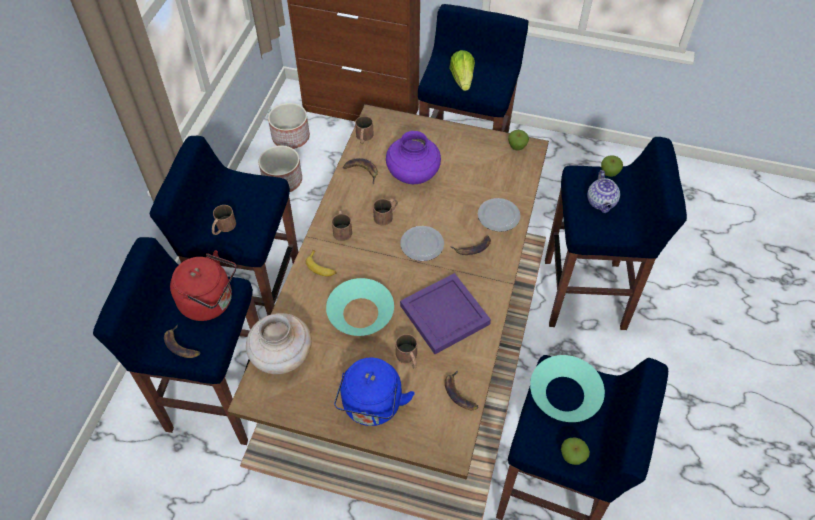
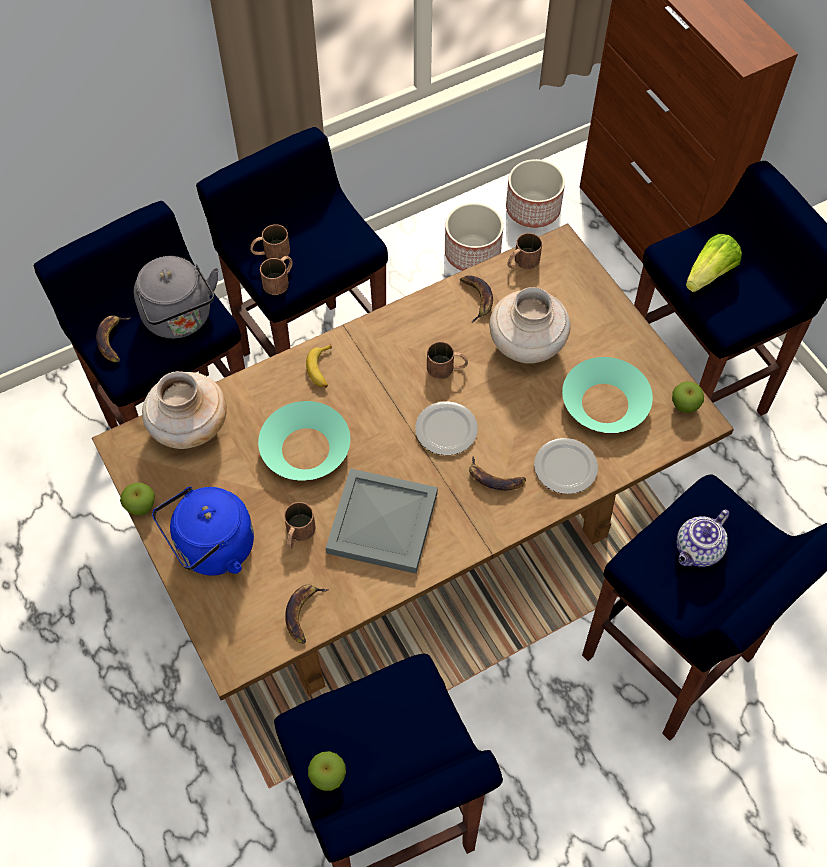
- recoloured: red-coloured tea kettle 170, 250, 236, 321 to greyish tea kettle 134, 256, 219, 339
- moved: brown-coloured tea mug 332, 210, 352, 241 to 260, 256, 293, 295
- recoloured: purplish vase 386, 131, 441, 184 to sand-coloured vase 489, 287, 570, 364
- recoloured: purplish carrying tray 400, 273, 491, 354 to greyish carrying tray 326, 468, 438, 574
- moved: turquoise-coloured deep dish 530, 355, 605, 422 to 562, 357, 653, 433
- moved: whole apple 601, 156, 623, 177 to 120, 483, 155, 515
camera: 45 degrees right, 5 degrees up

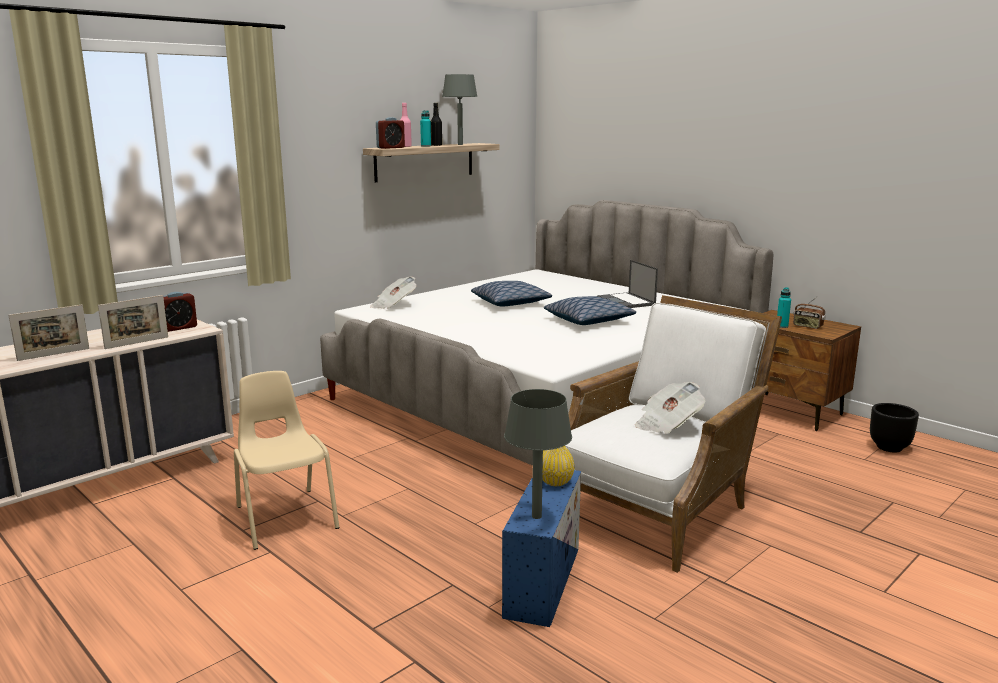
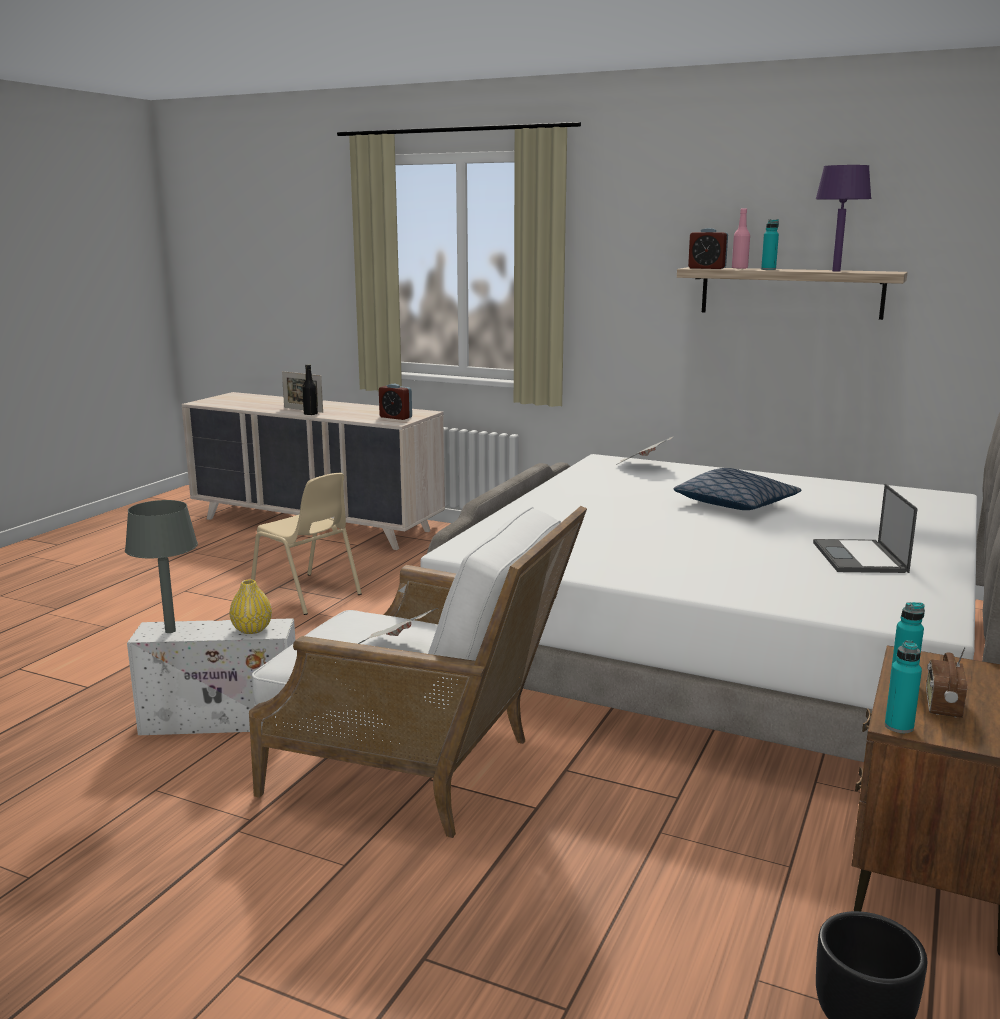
- removed: photo frame 98, 295, 168, 349
- turned: sand-coloured chair 234, 371, 339, 550 = 251, 473, 362, 615 90 degrees clockwise
- moved: blackish bottle 431, 103, 442, 146 to 302, 364, 318, 415
- recoloured: greyish tabletop lamp 442, 74, 477, 145 to purplish tabletop lamp 816, 165, 872, 271
- recoloured: blue-coloured storage box 502, 470, 581, 627 to white-coloured storage box 127, 618, 295, 735
- removed: throw pillow 544, 296, 636, 325
- turned: portable computer 597, 260, 658, 308 = 813, 484, 918, 573 45 degrees counterclockwise
- added: turquoise-coloured bottle 885, 640, 922, 733
camera: 70 degrees right, 0 degrees up

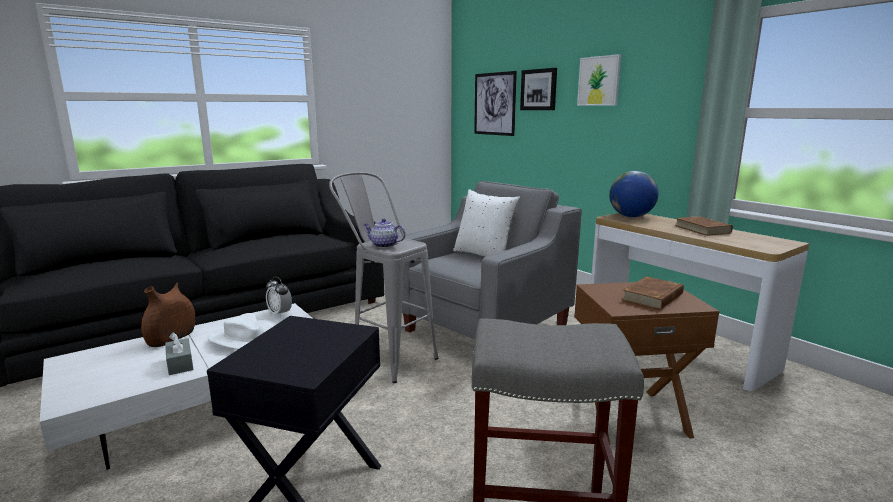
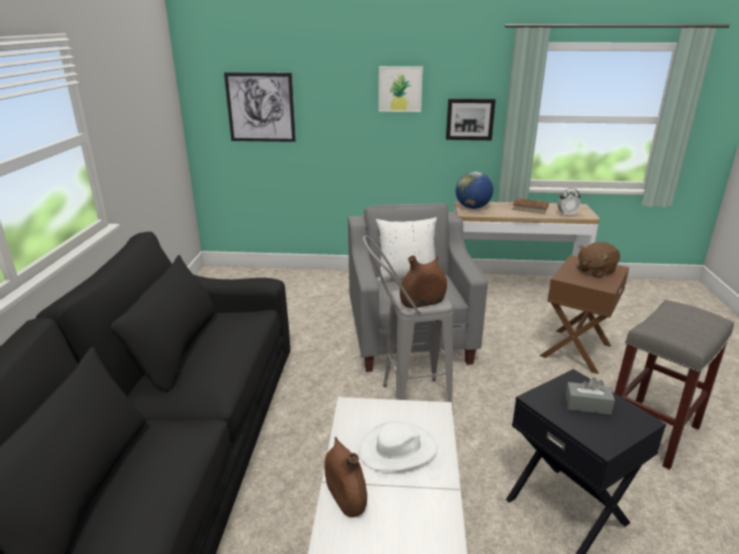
- moved: greyish tissue box 165, 332, 194, 375 to 565, 377, 615, 415
- moved: table clock 266, 277, 292, 317 to 558, 188, 581, 216
- replaced: tea pot 363, 219, 406, 248 to brown-coloured vase 400, 256, 447, 308
- moved: wall picture 520, 68, 557, 110 to 446, 98, 496, 140
- replaced: brown-coloured bound book 622, 276, 684, 310 to brown-coloured soft toy 578, 242, 620, 278
camera: 50 degrees left, 10 degrees up

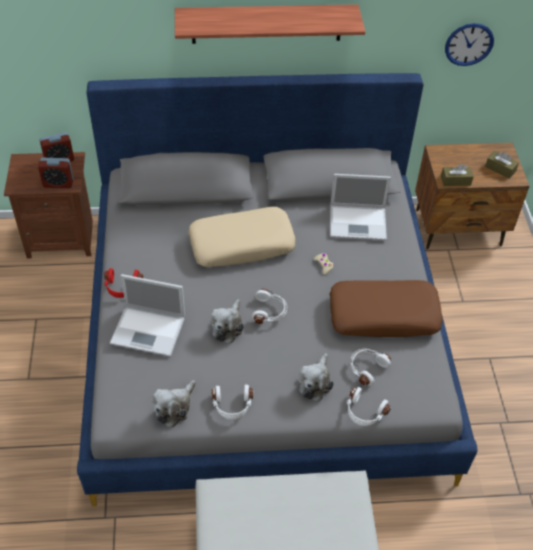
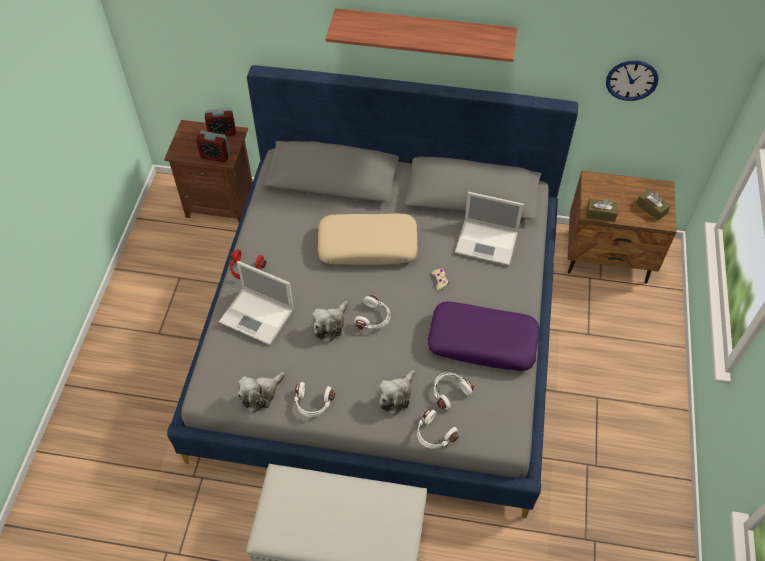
- recoloured: brown-coloured throw pillow 329, 280, 443, 337 to purplish throw pillow 428, 301, 540, 371
camera: 15 degrees right, 5 degrees up

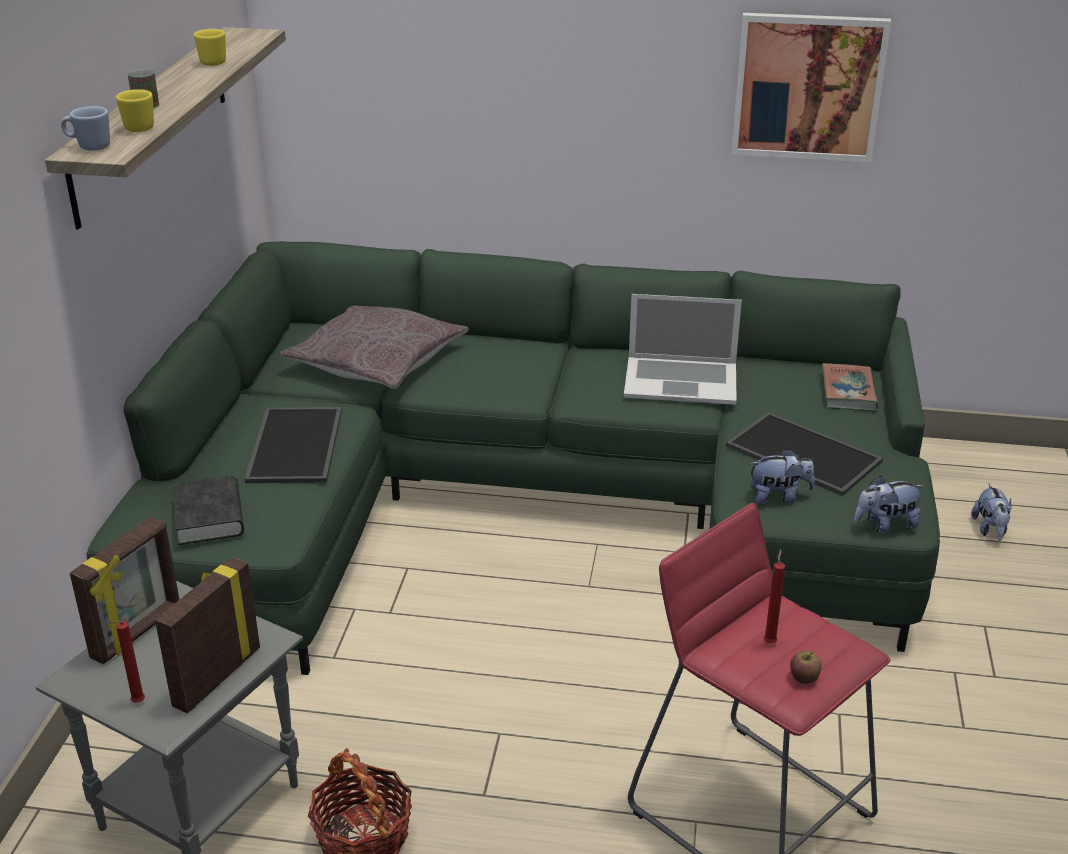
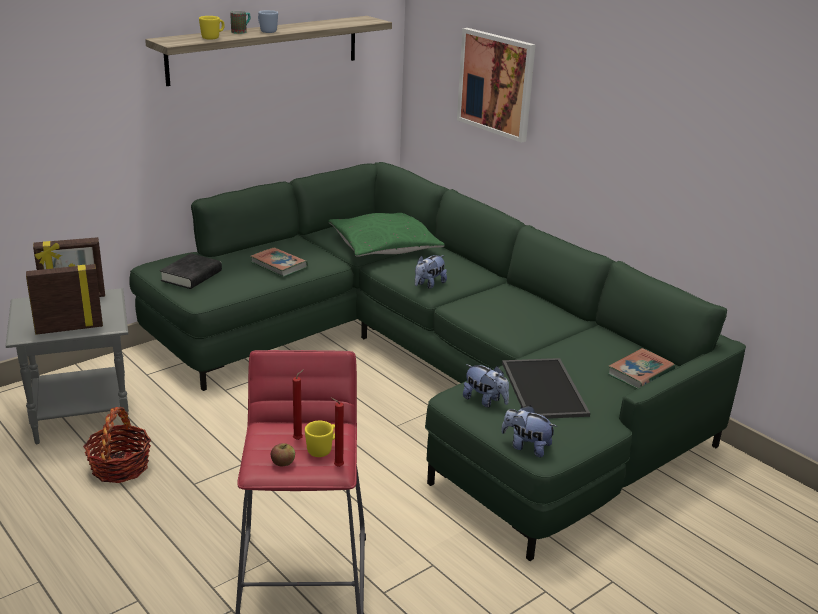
- moved: blue-coloured tea mug 61, 106, 110, 151 to 258, 10, 278, 33
- moved: red-coloured wax light 110, 621, 145, 703 to 331, 398, 344, 467
- moved: yellowish tea mug 194, 29, 226, 66 to 305, 421, 335, 457
- replaced: carrying tray 244, 407, 342, 483 to bound book 250, 247, 308, 277
- recoloured: greyish throw pillow 279, 306, 469, 389 to green-coloured throw pillow 329, 213, 445, 257
- removed: portable computer 624, 294, 742, 405
- moved: wall picture 731, 13, 891, 162 to 457, 28, 535, 143
- moved: soft toy 971, 484, 1011, 541 to 415, 255, 447, 289
camera: 40 degrees right, 5 degrees down

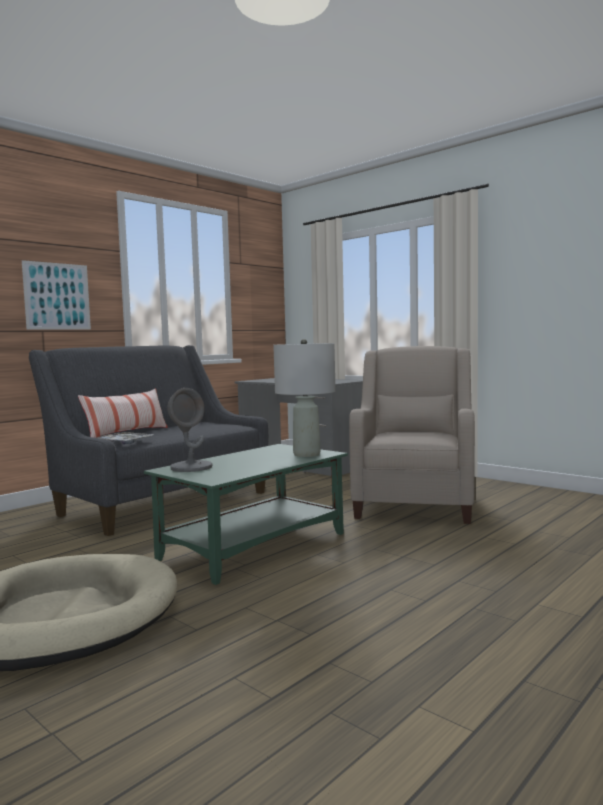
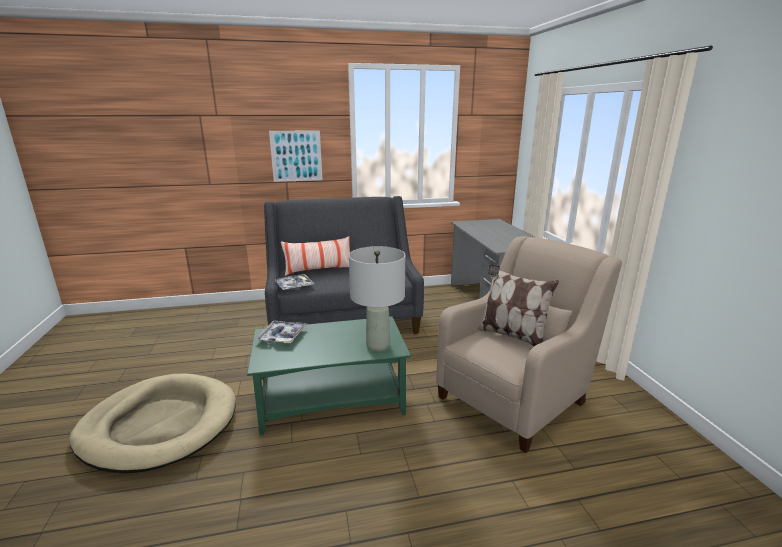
- replaced: greyish tabletop lamp 167, 388, 213, 472 to carrying tray 256, 321, 307, 344
- added: throw pillow 477, 264, 559, 346
camera: 35 degrees right, 15 degrees up

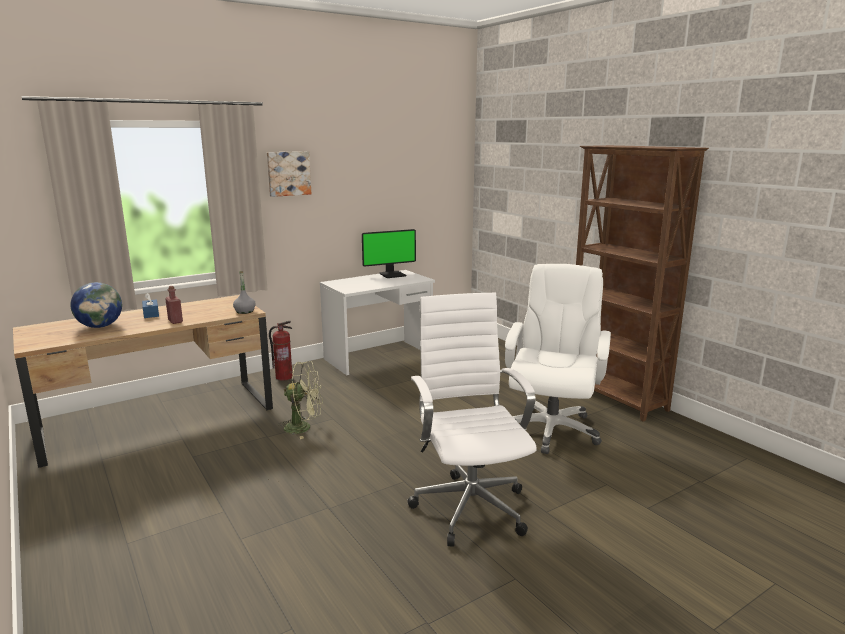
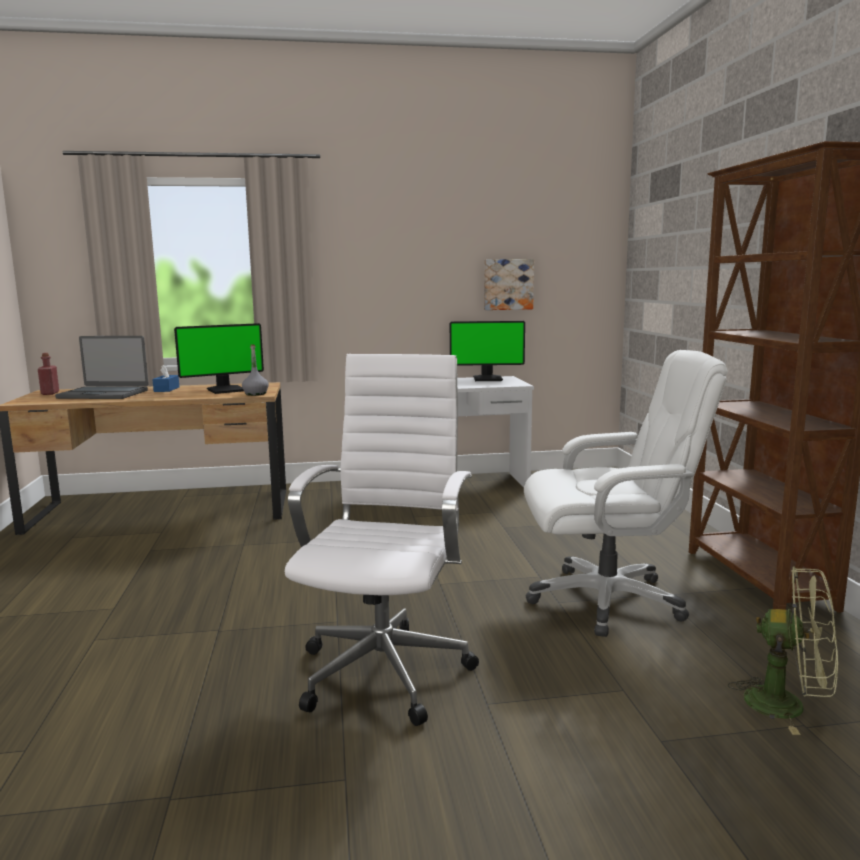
- replaced: globe 70, 282, 122, 328 to portable computer 55, 336, 149, 399
- moved: red-coloured bottle 165, 286, 183, 324 to 38, 353, 59, 395
- moved: wall picture 267, 151, 311, 197 to 484, 259, 534, 310
- removed: fire-fighting cylinder 269, 321, 292, 381
- moved: green-coloured cooling fan 278, 362, 323, 439 to 728, 566, 838, 735
- turned: white-coloured office chair 505, 264, 611, 454 = 524, 350, 728, 637 45 degrees clockwise
- added: computer display 174, 323, 264, 394
camera: 25 degrees right, 5 degrees down

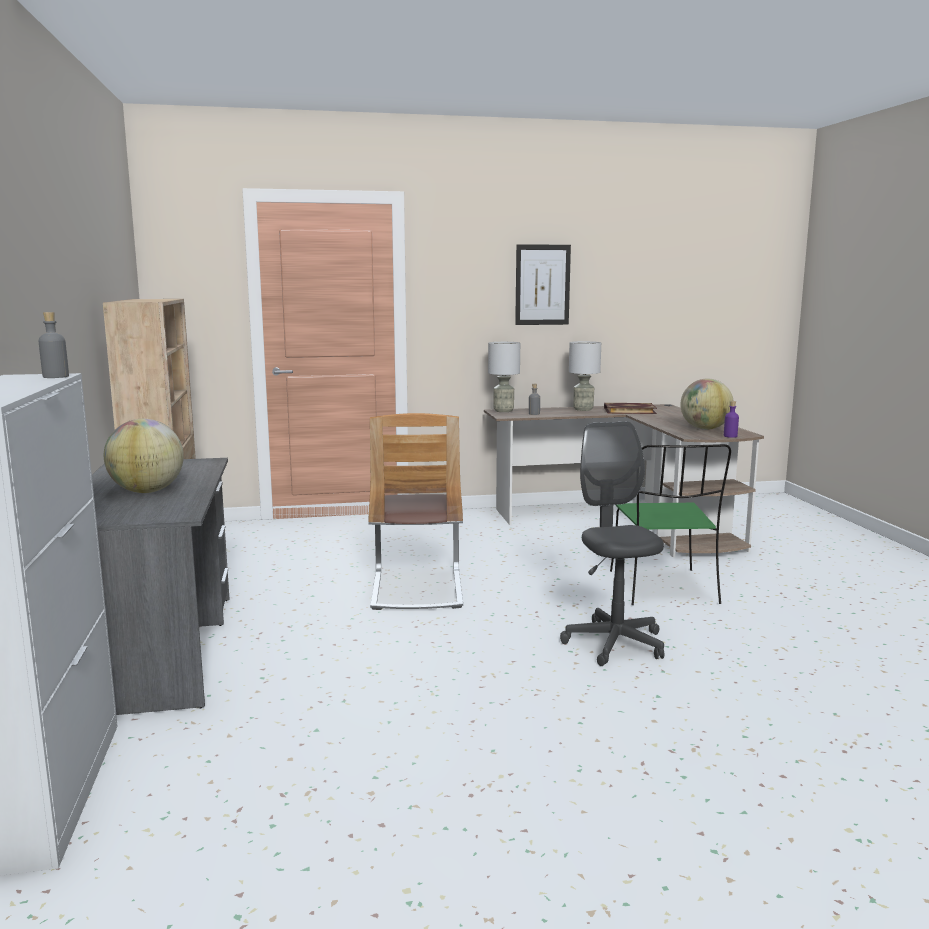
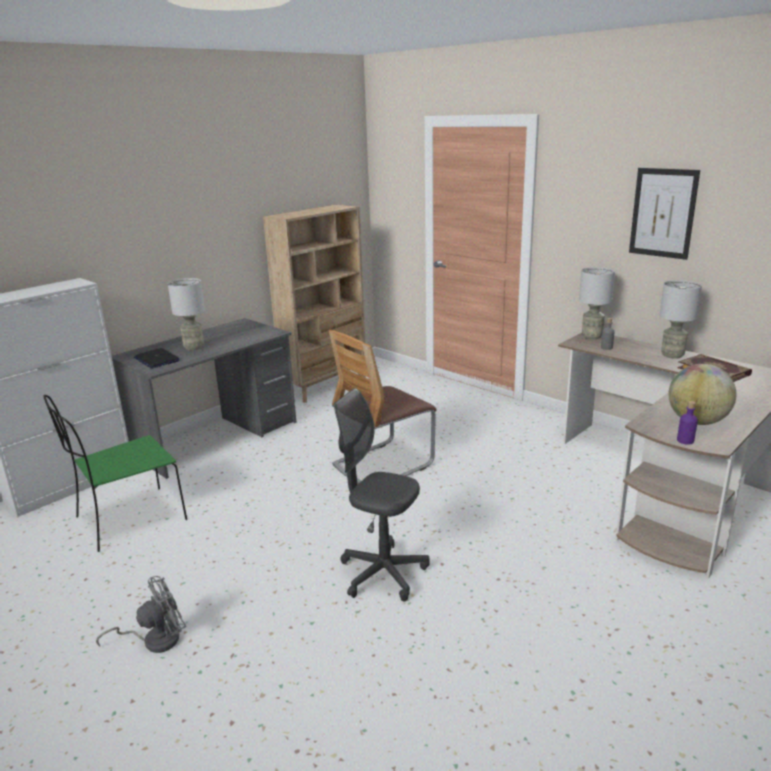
- removed: greyish bottle 39, 312, 69, 378
- replaced: globe 104, 419, 184, 493 to greyish tabletop lamp 168, 278, 205, 350
- turned: greyish office chair 560, 422, 664, 666 = 334, 388, 430, 602 105 degrees counterclockwise
- moved: green-coloured chair 610, 444, 731, 605 to 43, 395, 187, 552
- added: greyish cooling fan 96, 576, 186, 653
- added: portable computer 134, 348, 180, 368
camera: 55 degrees right, 10 degrees up

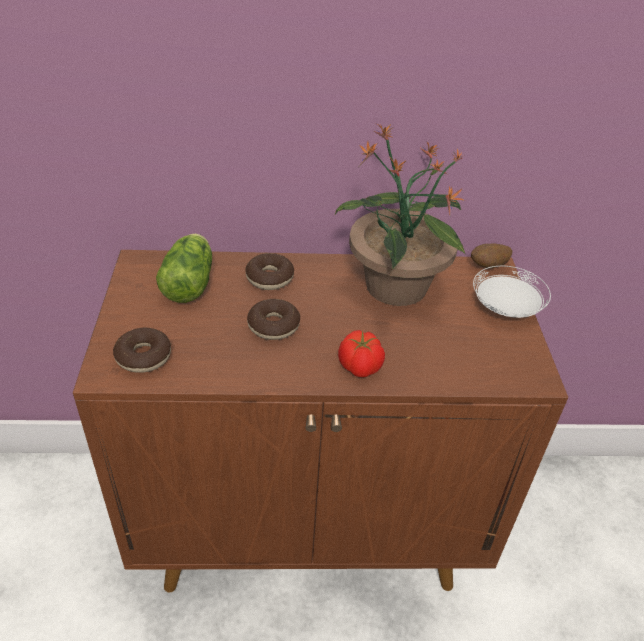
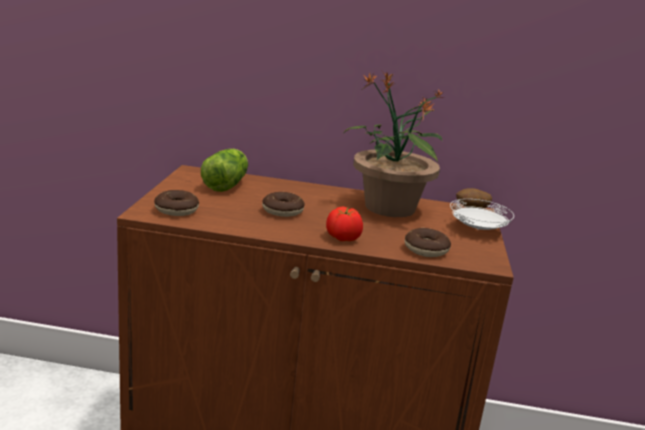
- moved: doughnut 245, 253, 294, 290 to 405, 228, 451, 257
camera: 10 degrees right, 20 degrees down

